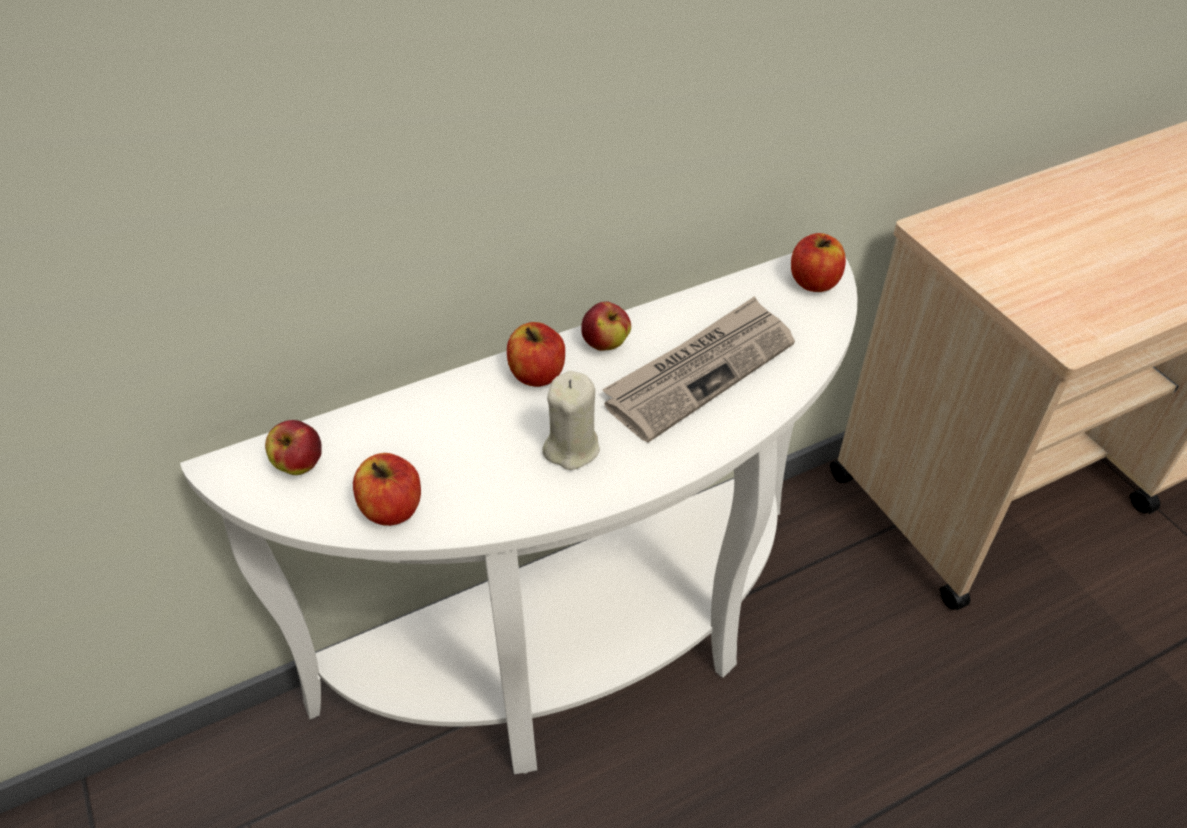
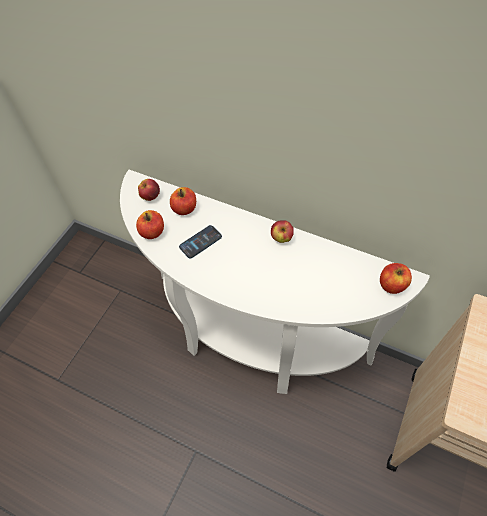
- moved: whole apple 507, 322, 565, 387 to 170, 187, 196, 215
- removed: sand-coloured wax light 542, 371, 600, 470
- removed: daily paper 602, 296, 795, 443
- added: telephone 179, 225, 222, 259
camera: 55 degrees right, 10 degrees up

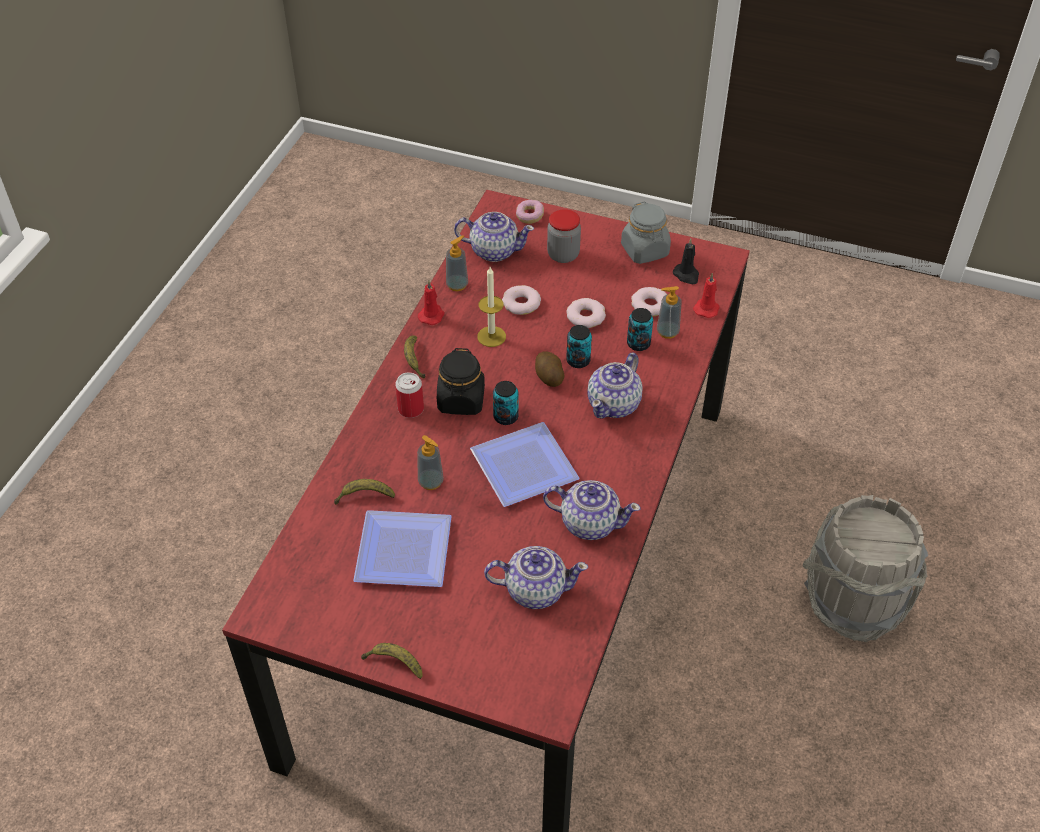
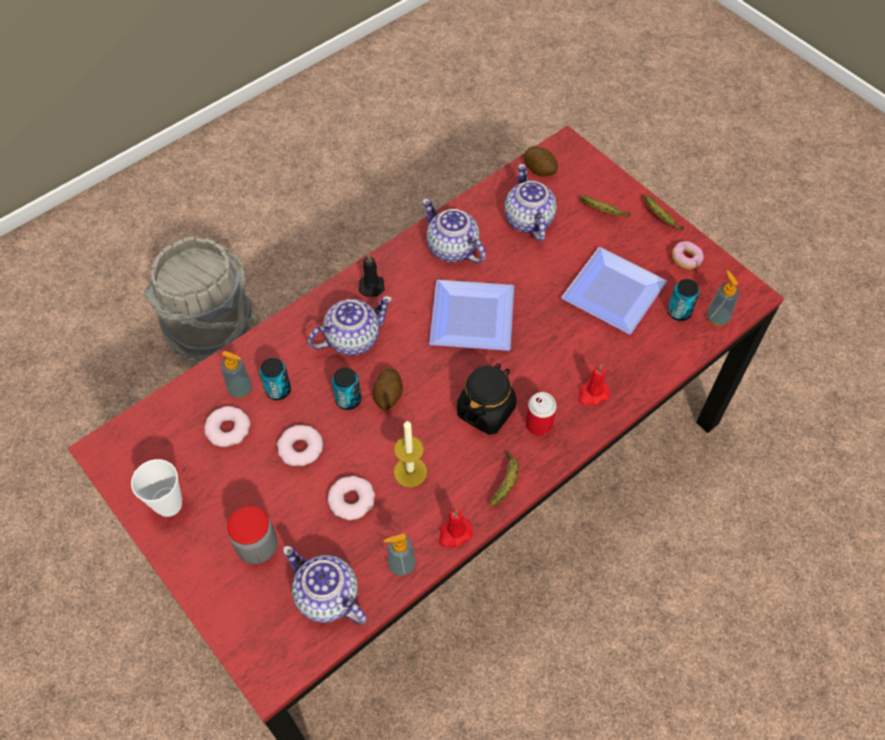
- moved: banana fruit 334, 479, 395, 505 to 580, 195, 631, 217
- moved: liquid soap bottle 417, 435, 444, 490 to 707, 270, 740, 326
- turned: tea pot 484, 546, 588, 609 = 504, 164, 557, 241 45 degrees clockwise
- moved: metal can 493, 381, 519, 425 to 667, 279, 700, 321
- moved: doughnut 516, 200, 544, 224 to 672, 241, 704, 270
- replaced: greyish preserve jar 621, 201, 671, 264 to drinking cup 131, 459, 182, 517
- moved: blackish wax light 673, 239, 699, 284 to 359, 254, 385, 297
- moved: red-coloured wax light 693, 273, 720, 318 to 578, 365, 610, 406
- added: whole potato 524, 146, 558, 177
camera: 150 degrees left, 10 degrees up

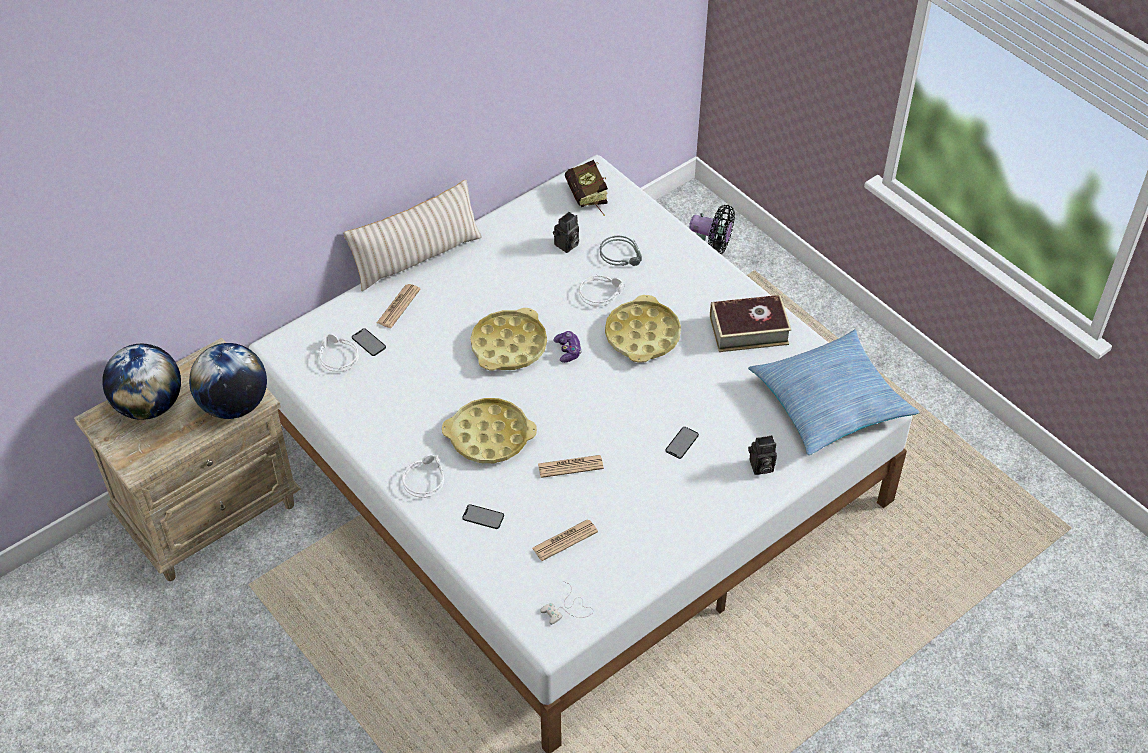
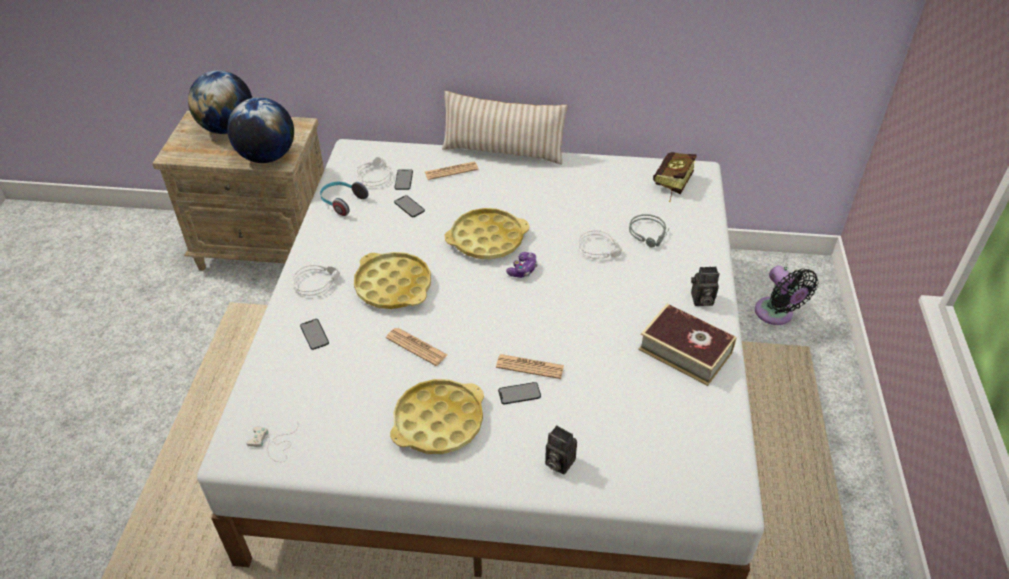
- moved: daily paper 532, 519, 598, 561 to 496, 354, 564, 379
- moved: photo camera 553, 212, 579, 253 to 691, 267, 720, 306
- moved: yellowish carrying tray 605, 295, 681, 363 to 390, 379, 484, 454
- removed: throw pillow 748, 329, 919, 455
- added: headset 320, 182, 368, 216
- added: telephone 394, 195, 425, 217
camera: 45 degrees right, 5 degrees down

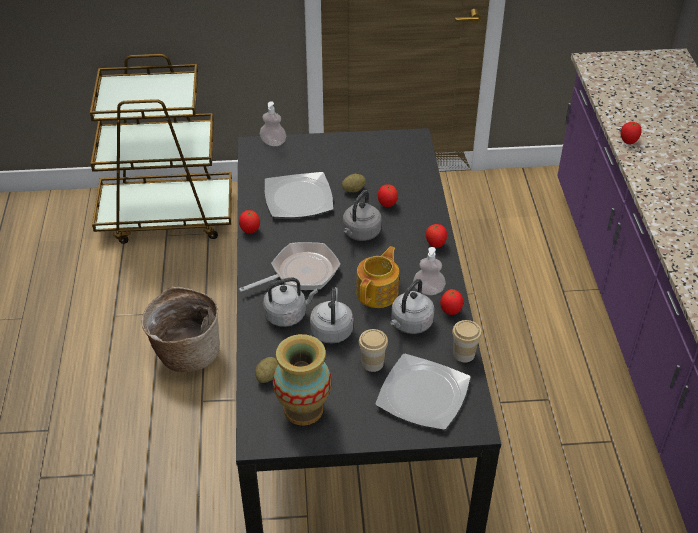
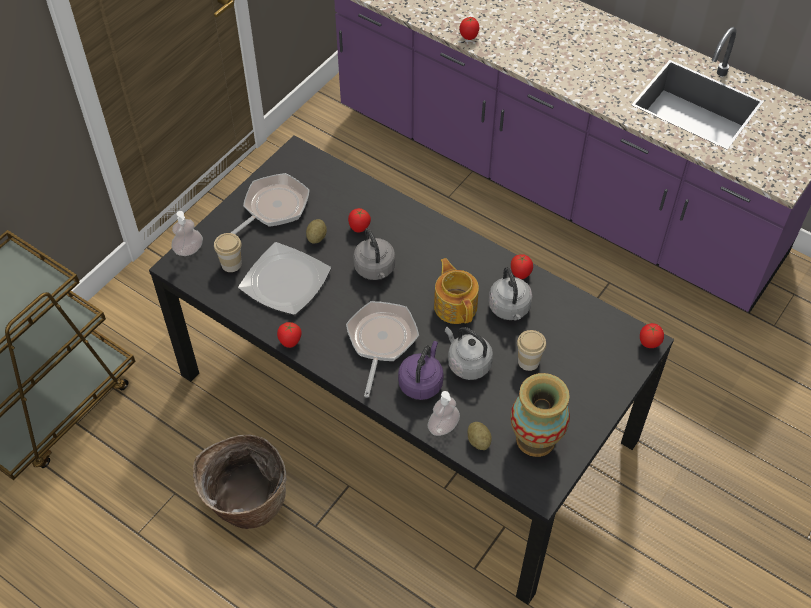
- recoloured: greyish tea kettle 263, 277, 318, 327 to purplish tea kettle 398, 341, 444, 400
- removed: flat dish 375, 354, 471, 430
- moved: liquid soap bottle 413, 247, 446, 295 to 428, 391, 460, 436
- moved: fresh tomato 426, 224, 447, 248 to 640, 323, 664, 348
- moved: drinking cup 452, 320, 482, 363 to 214, 233, 242, 272
- added: skillet 231, 173, 309, 234
camera: 50 degrees left, 10 degrees up

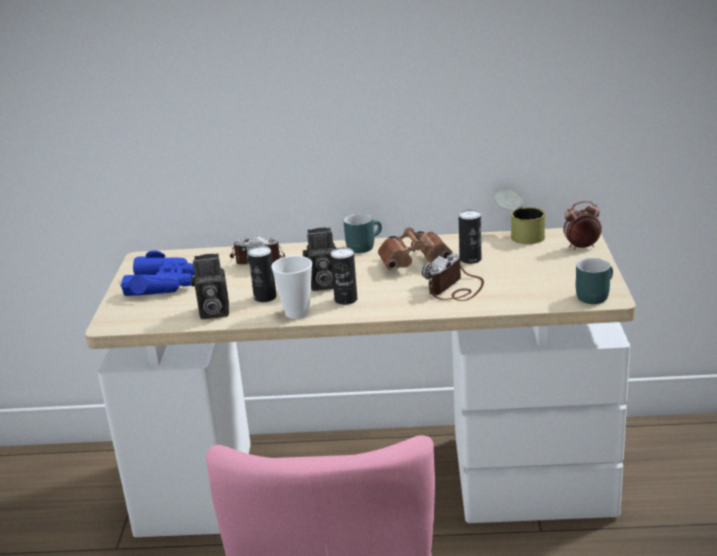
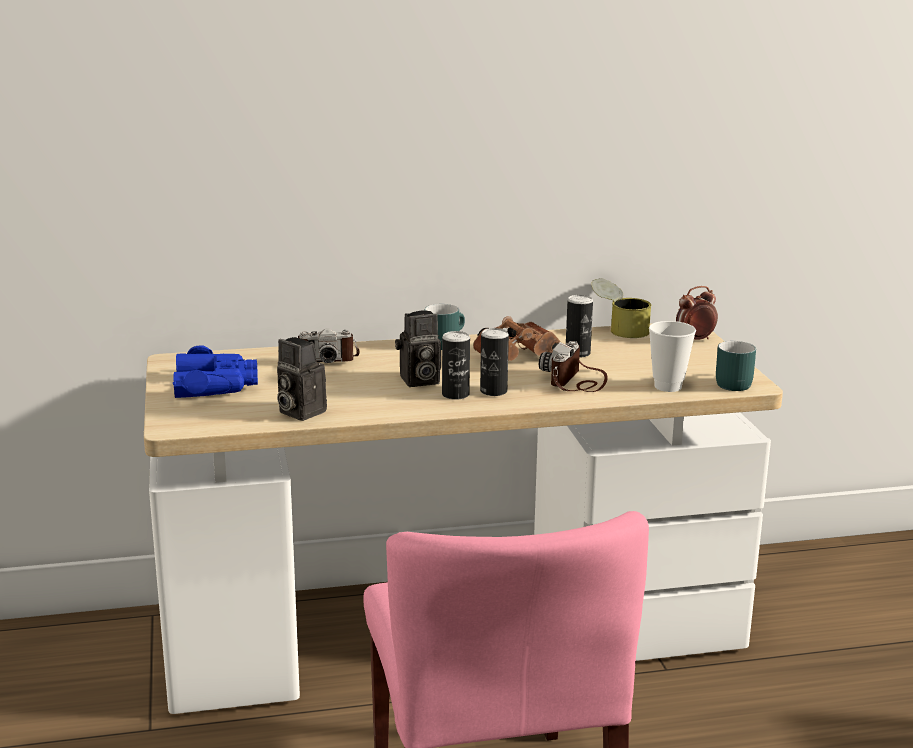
- turned: photo camera 191, 253, 229, 319 = 277, 337, 327, 421 60 degrees clockwise
- moved: metal can 248, 246, 277, 302 to 480, 328, 509, 396
- moved: drinking cup 271, 256, 312, 319 to 649, 321, 696, 392
camera: 15 degrees left, 5 degrees down

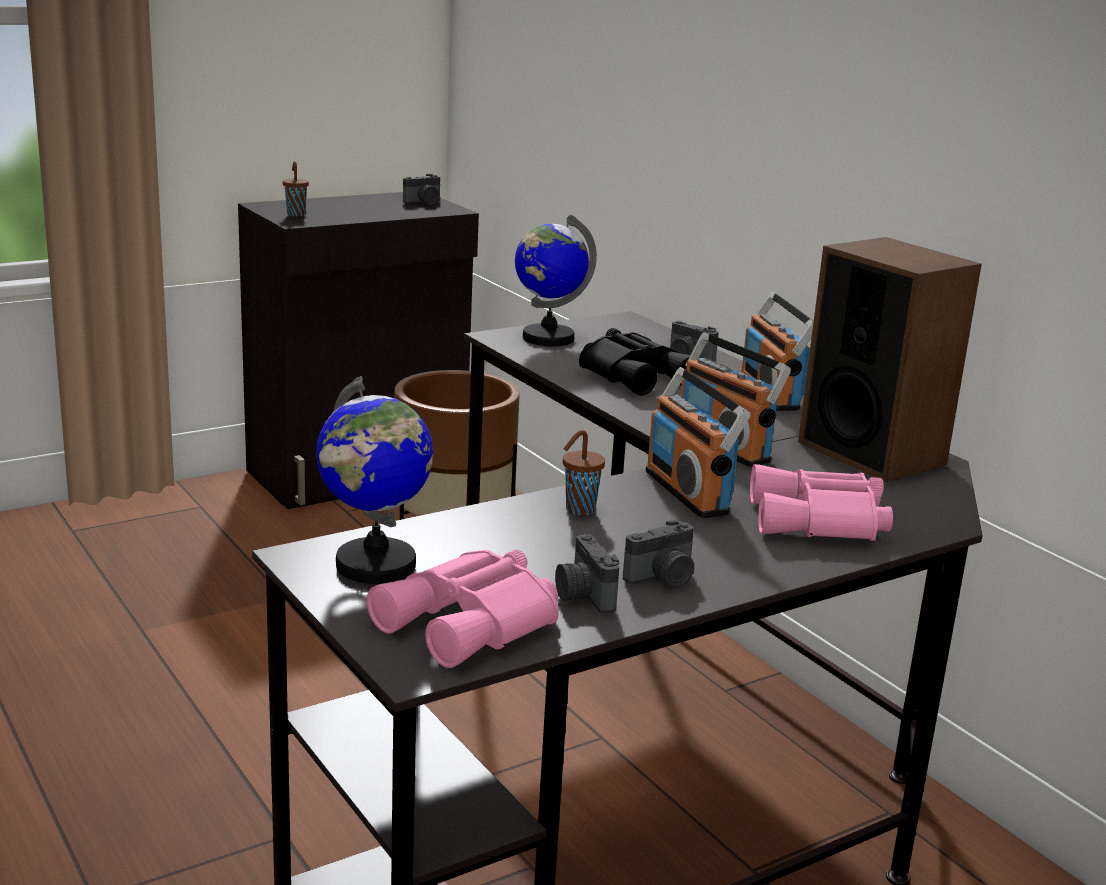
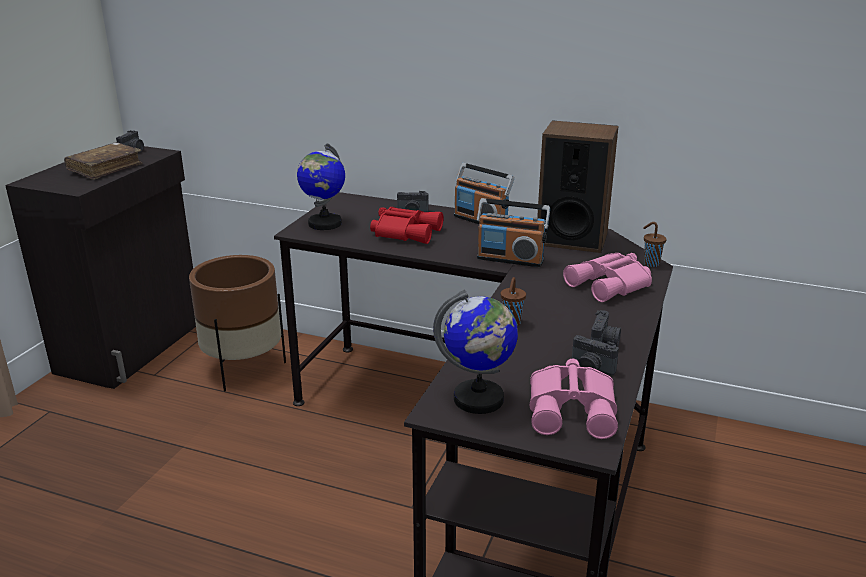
- moved: brown-coloured drinking cup 283, 161, 309, 217 to 643, 222, 666, 267
- recoloured: blackish field glasses 579, 328, 690, 395 to red-coloured field glasses 370, 207, 443, 244
- removed: radio 646, 367, 751, 518
- added: brown-coloured bound book 64, 142, 143, 180
camera: 35 degrees left, 5 degrees up

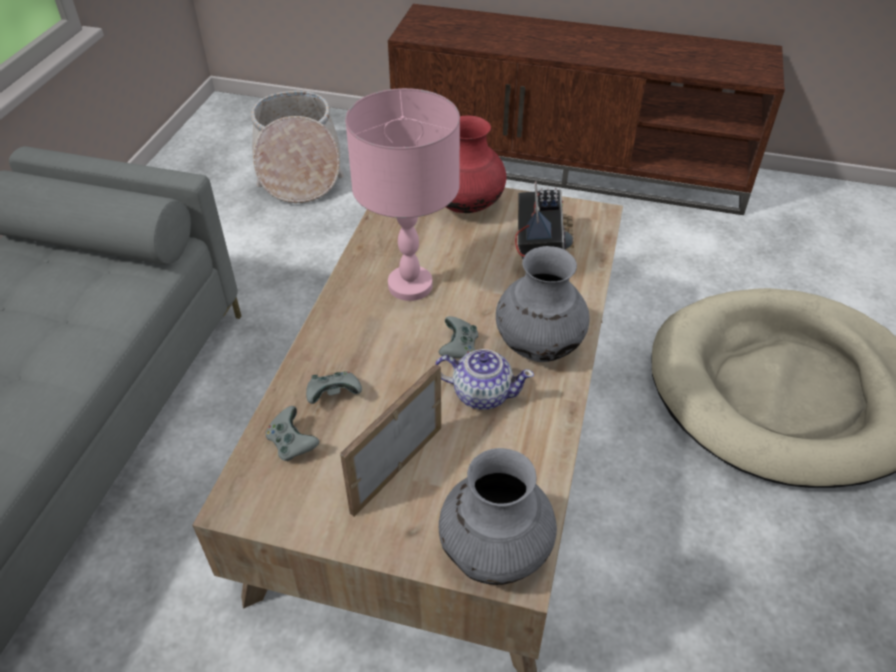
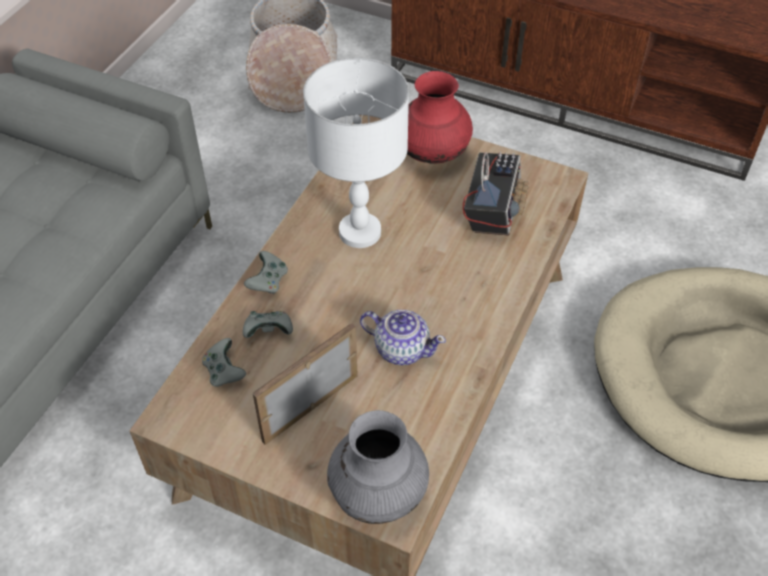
- recoloured: pink-coloured tabletop lamp 345, 88, 460, 301 to white-coloured tabletop lamp 303, 57, 409, 248
- moved: greyish gamepad 439, 316, 478, 358 to 244, 251, 288, 294
- removed: greyish vase 496, 246, 590, 362
camera: 10 degrees right, 5 degrees up

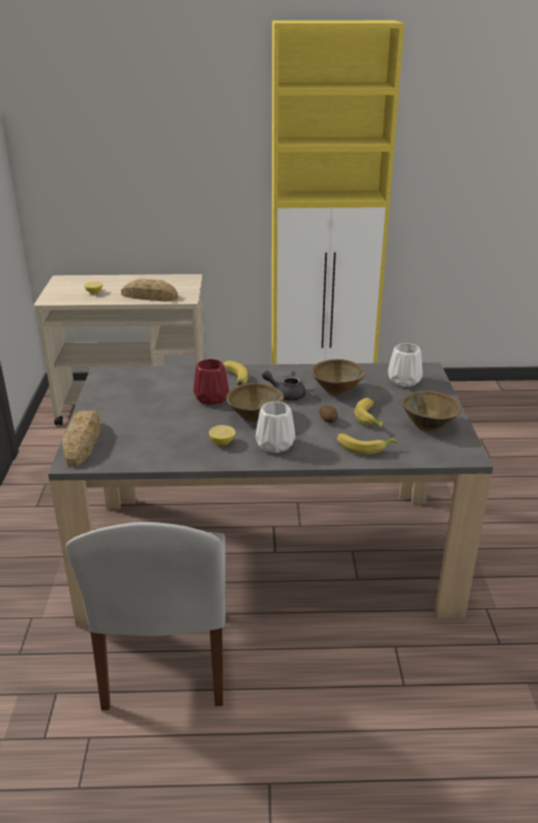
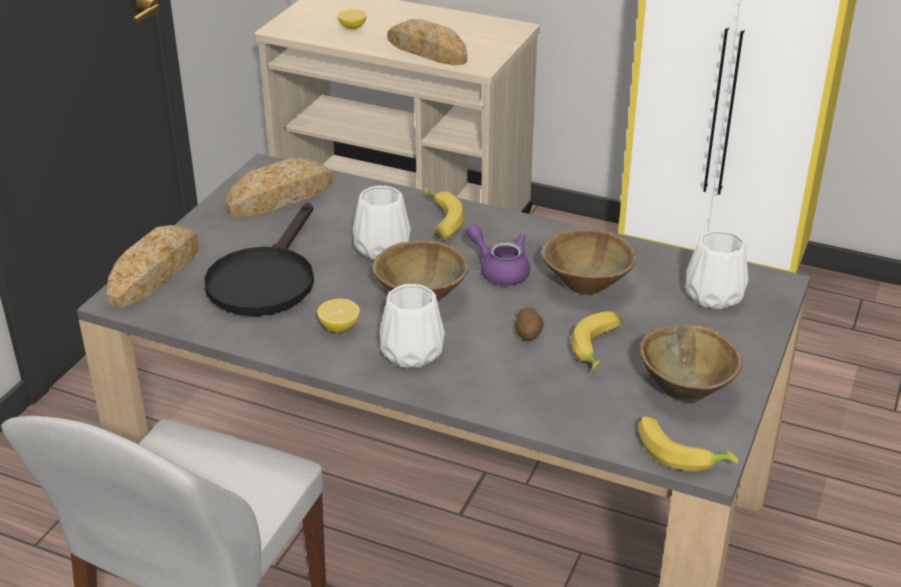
- recoloured: red-coloured vase 193, 359, 229, 405 to white-coloured vase 353, 186, 411, 260
- recoloured: greyish tea pot 262, 370, 306, 401 to purplish tea pot 466, 224, 530, 285
- moved: banana fruit 337, 433, 398, 455 to 638, 416, 738, 471
- added: blackish skillet 204, 202, 314, 316
- added: bread 226, 158, 334, 217
camera: 25 degrees right, 5 degrees up

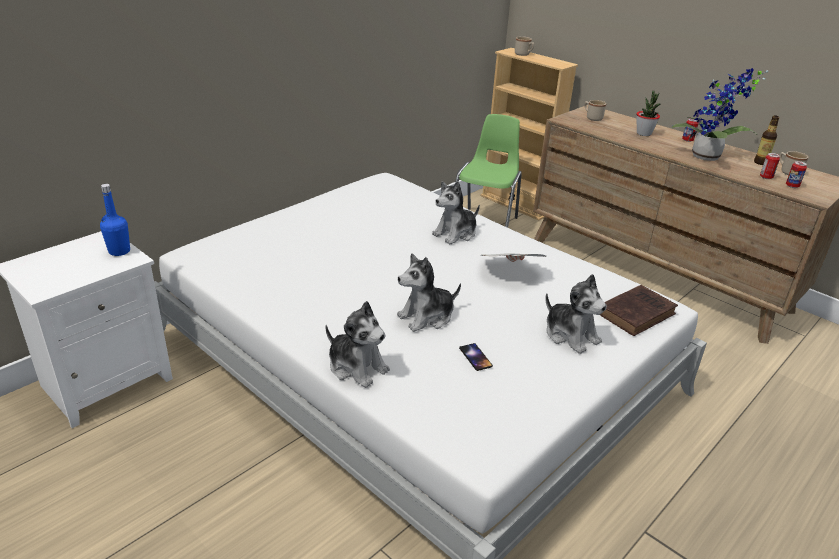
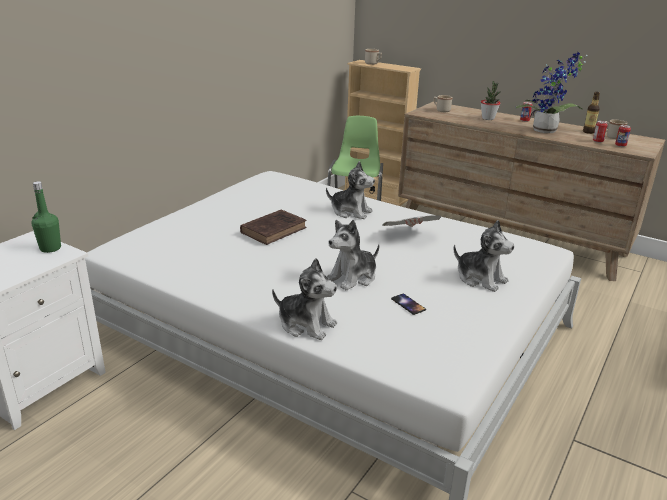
- recoloured: blue-coloured bottle 100, 184, 130, 256 to green-coloured bottle 31, 181, 61, 253
- turned: soft toy 432, 181, 480, 245 = 326, 161, 375, 219 105 degrees counterclockwise
- moved: brown-coloured bound book 600, 285, 678, 336 to 240, 209, 307, 245
camera: 10 degrees left, 5 degrees down

